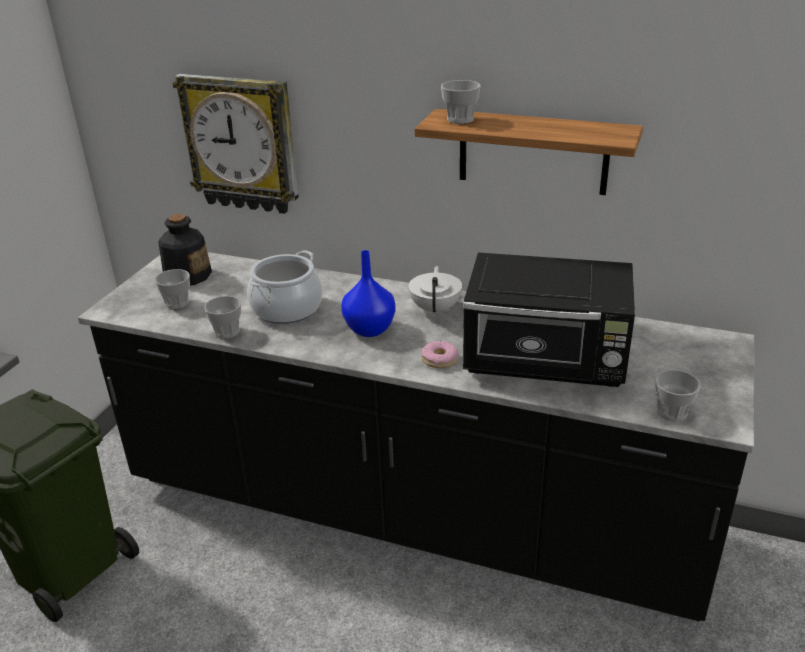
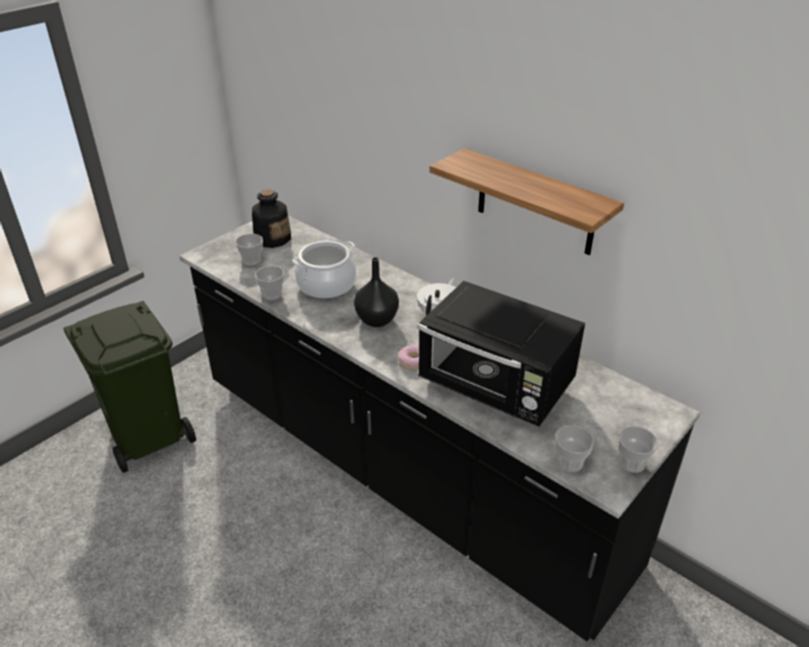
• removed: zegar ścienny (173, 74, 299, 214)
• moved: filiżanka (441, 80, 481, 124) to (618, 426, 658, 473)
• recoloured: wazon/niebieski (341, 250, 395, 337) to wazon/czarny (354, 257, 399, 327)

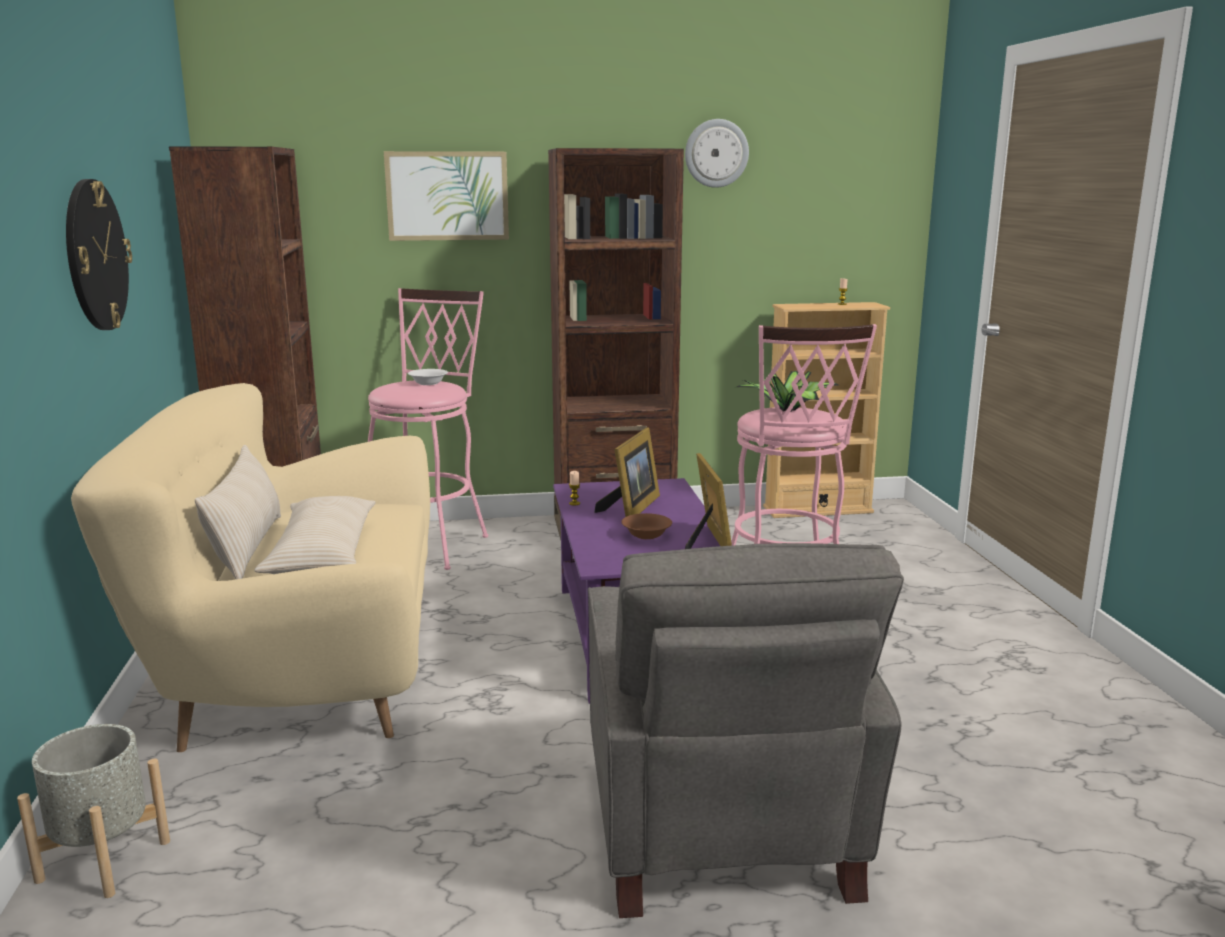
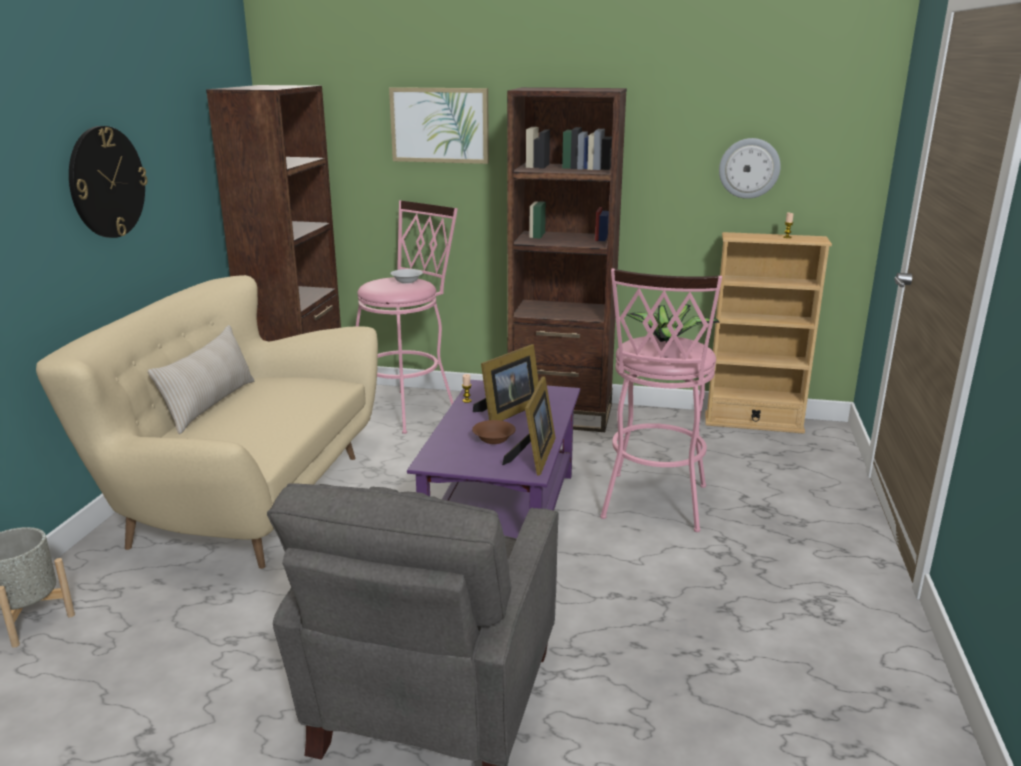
• removed: poduszka/beżowy (255, 496, 376, 574)
• moved: zegar ścienny (685, 119, 749, 188) to (719, 138, 781, 199)

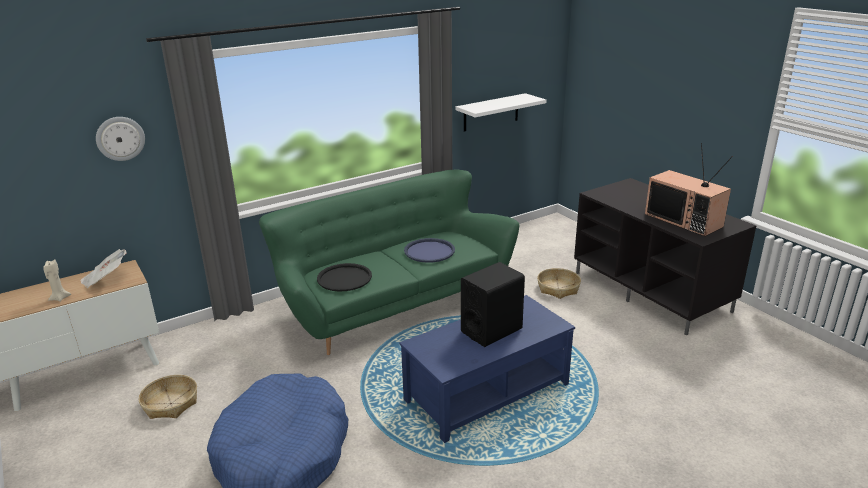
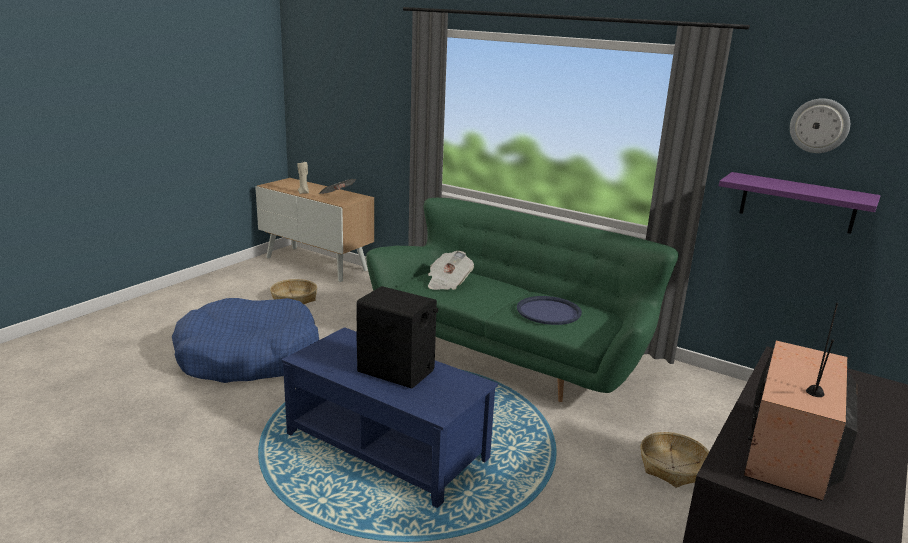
• moved: zegar ścienny (96, 117, 145, 161) to (790, 98, 850, 153)
• replaced: taca/czarny (317, 263, 372, 291) to gazeta (428, 251, 474, 290)
• recoloured: półka/biały (455, 93, 546, 132) to półka/fioletowy (719, 172, 880, 234)

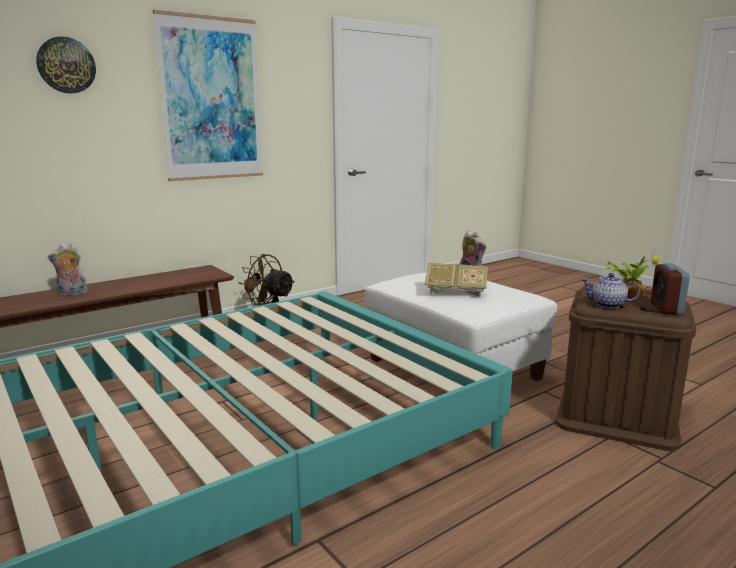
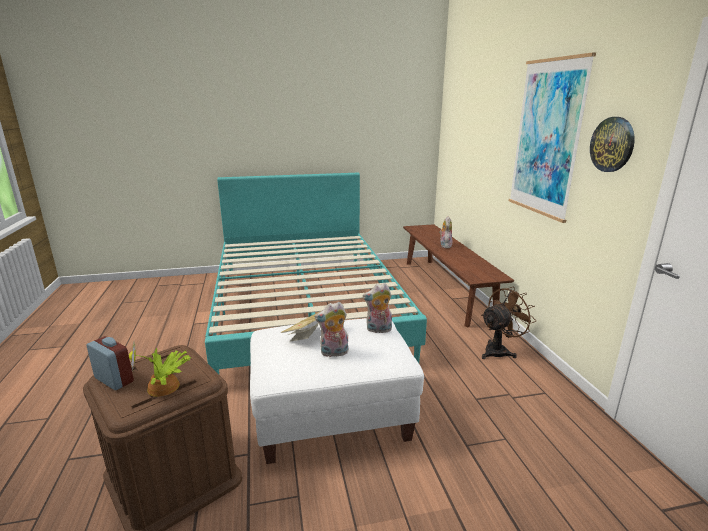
• removed: imbryk (581, 273, 640, 309)
• added: pluszak (363, 283, 392, 333)
• moved: zegar ścienny (36, 36, 96, 93) to (590, 117, 635, 172)

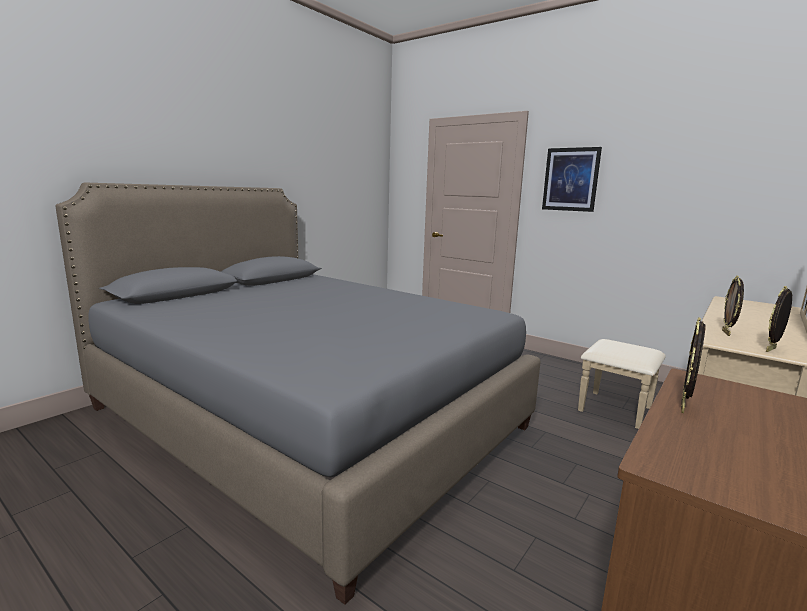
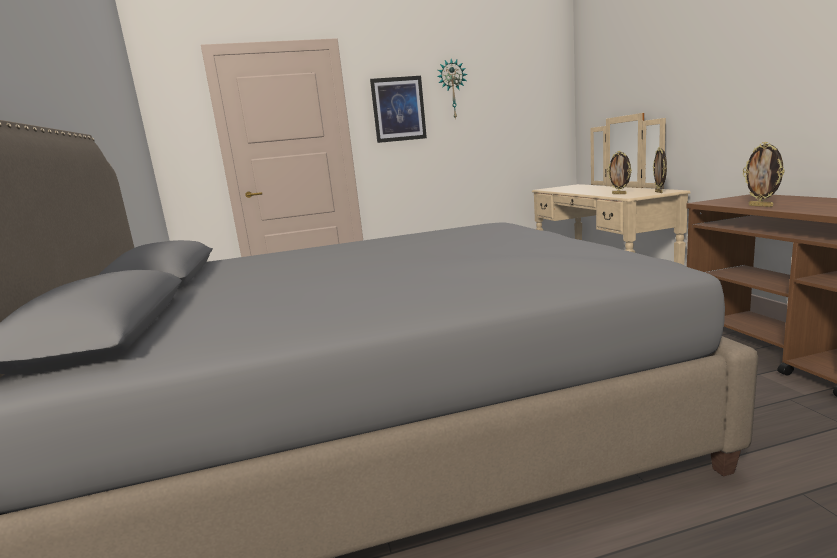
• added: zegar ścienny (437, 59, 468, 120)

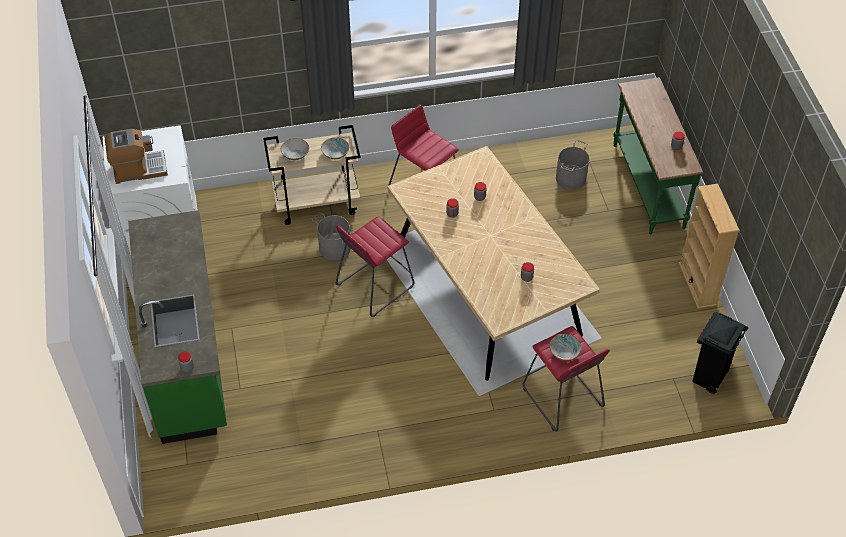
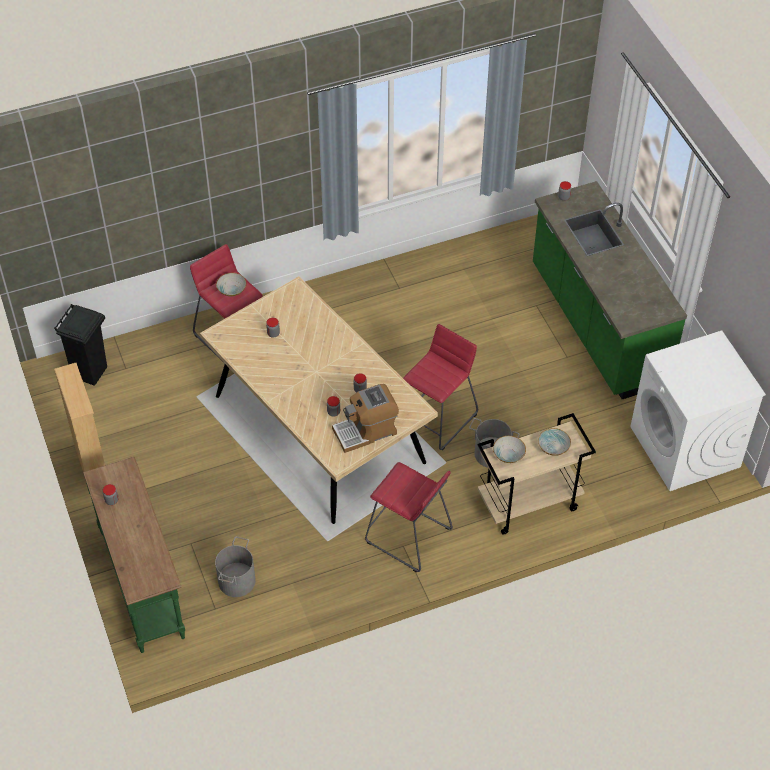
• moved: ekspres do kawy (105, 129, 168, 184) to (332, 384, 399, 453)

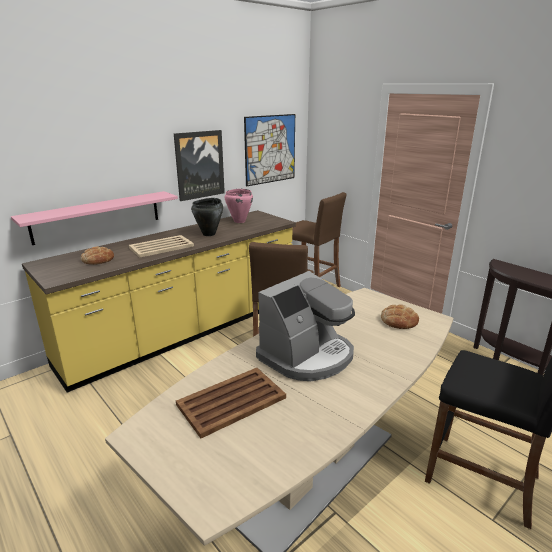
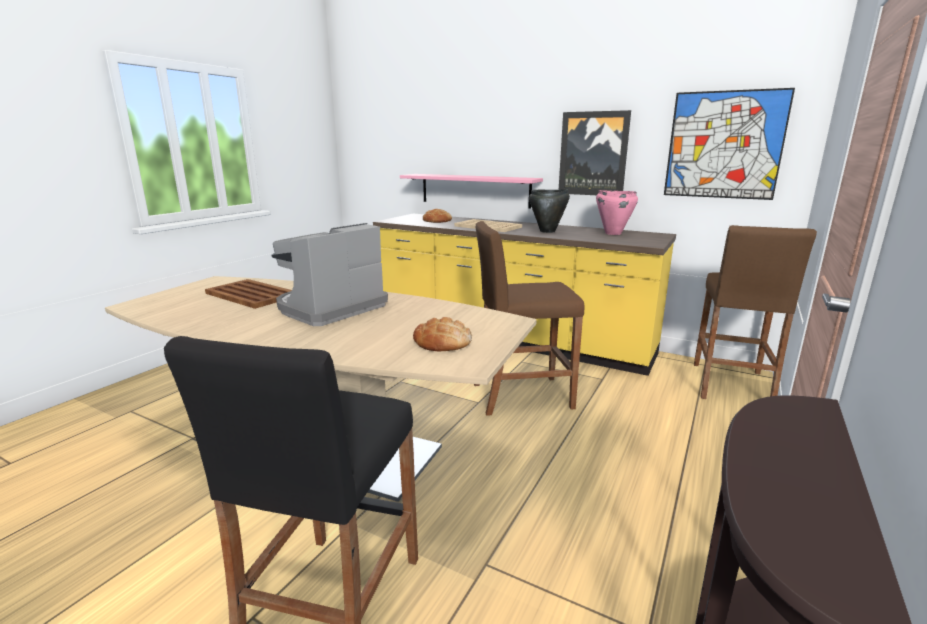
• turned: ekspres do kawy (256, 271, 355, 381) = (272, 223, 388, 326) 105 degrees clockwise

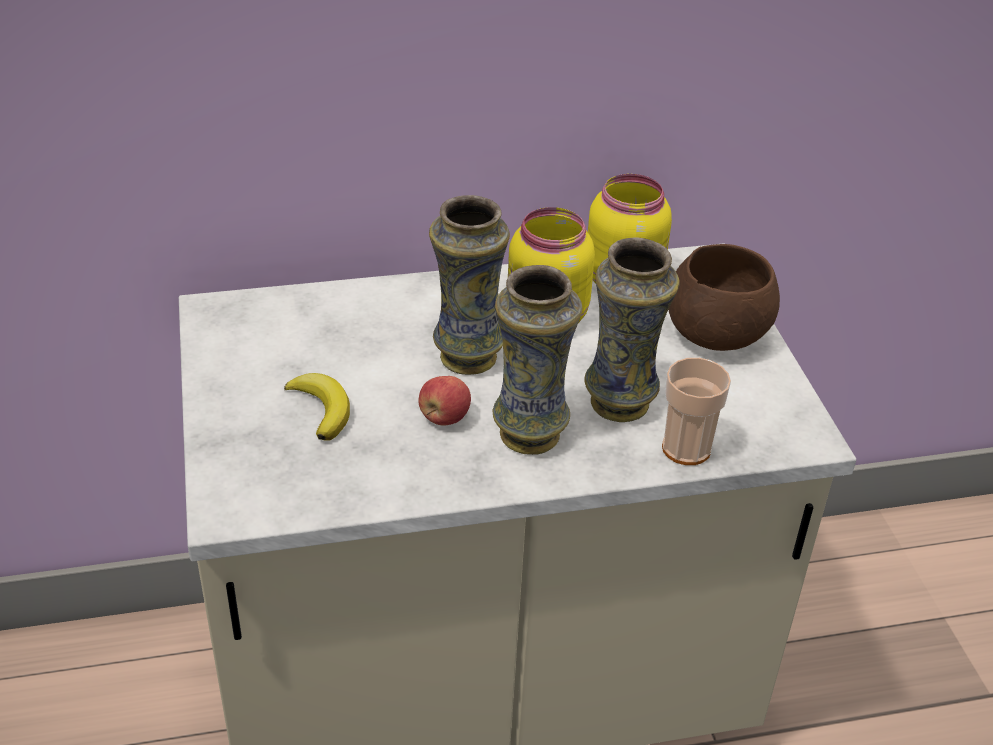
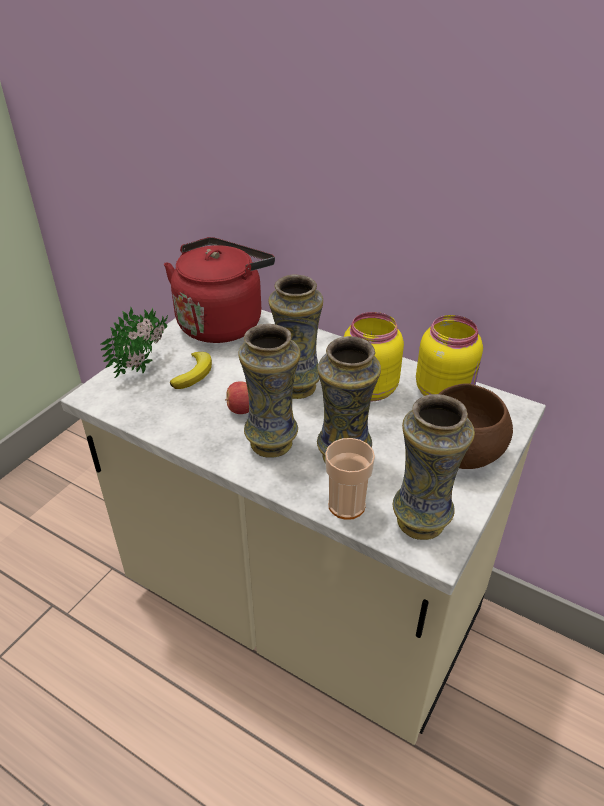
• added: roślina doniczkowa (101, 308, 168, 378)
• added: czajnik/czerwony (164, 237, 275, 343)
• added: wazon (393, 394, 475, 540)

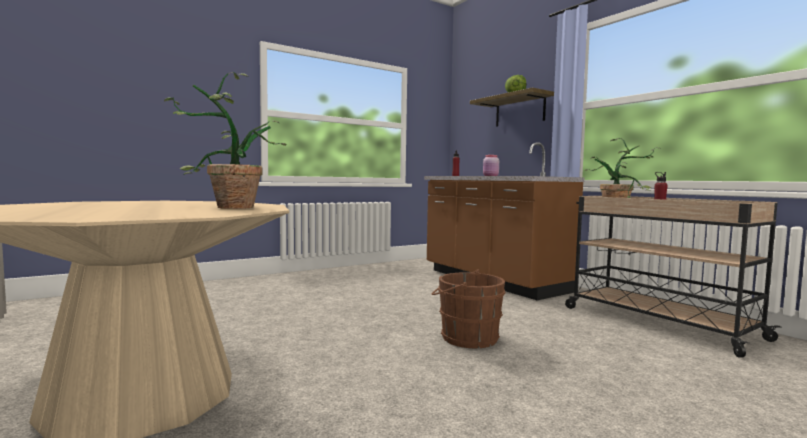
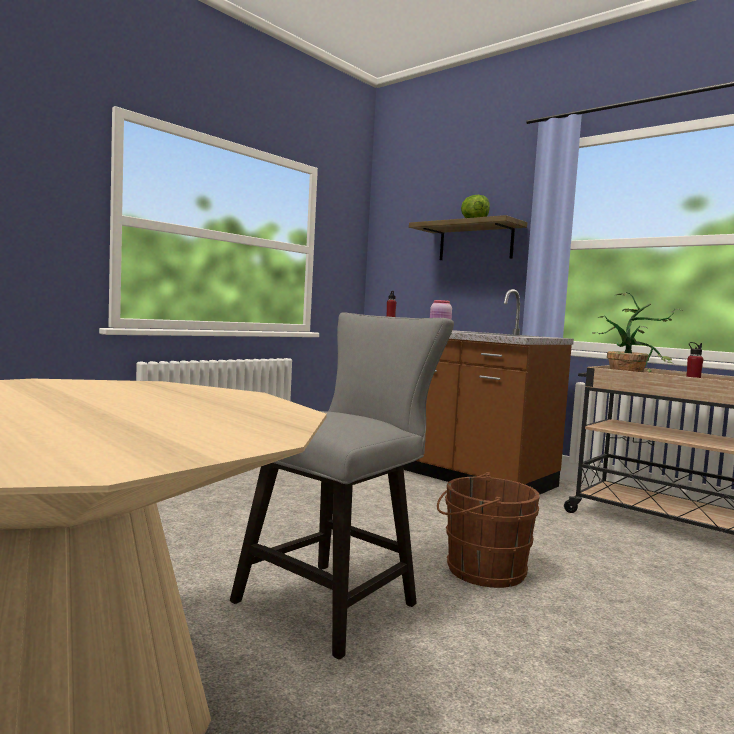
• removed: roślina doniczkowa (164, 72, 287, 209)
• added: krzesło/szary (230, 312, 454, 660)

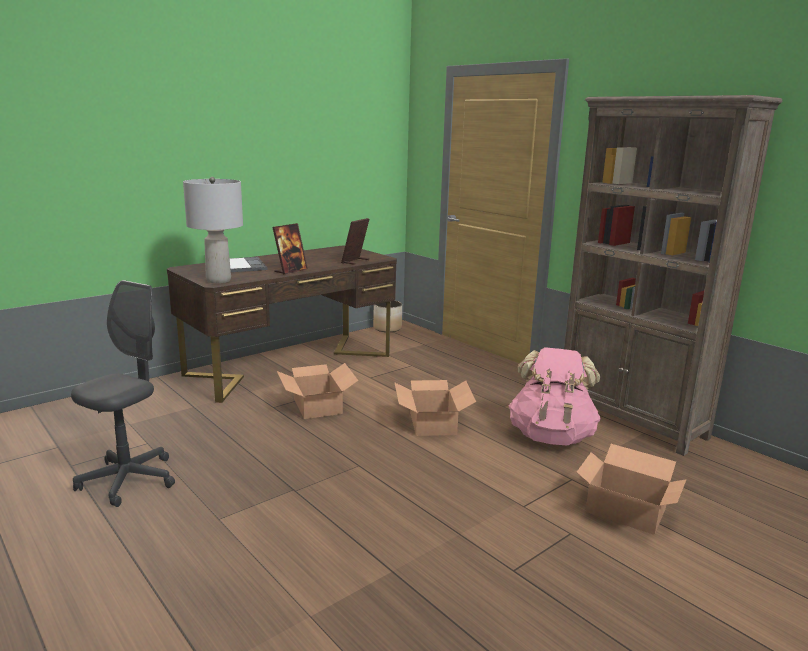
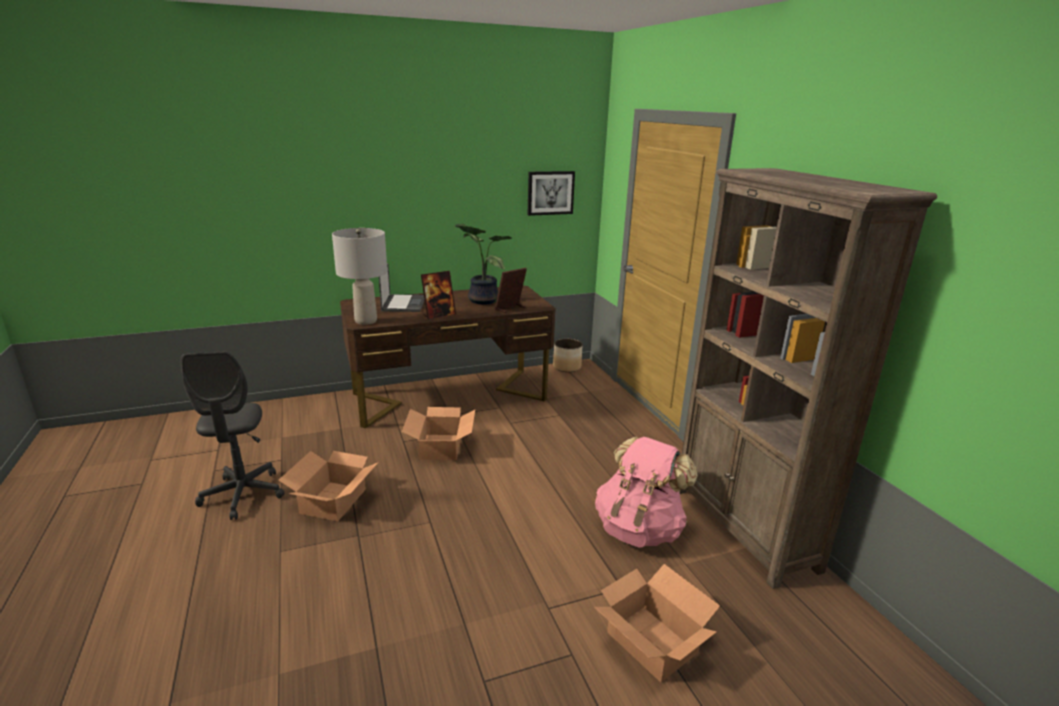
• added: roślina doniczkowa (455, 224, 513, 305)
• added: obraz (527, 171, 575, 216)
• moved: karton (394, 380, 476, 436) to (279, 451, 379, 521)
• turned: krzesło biurowe/szary (71, 280, 175, 507) = (180, 352, 284, 520) 120 degrees clockwise

